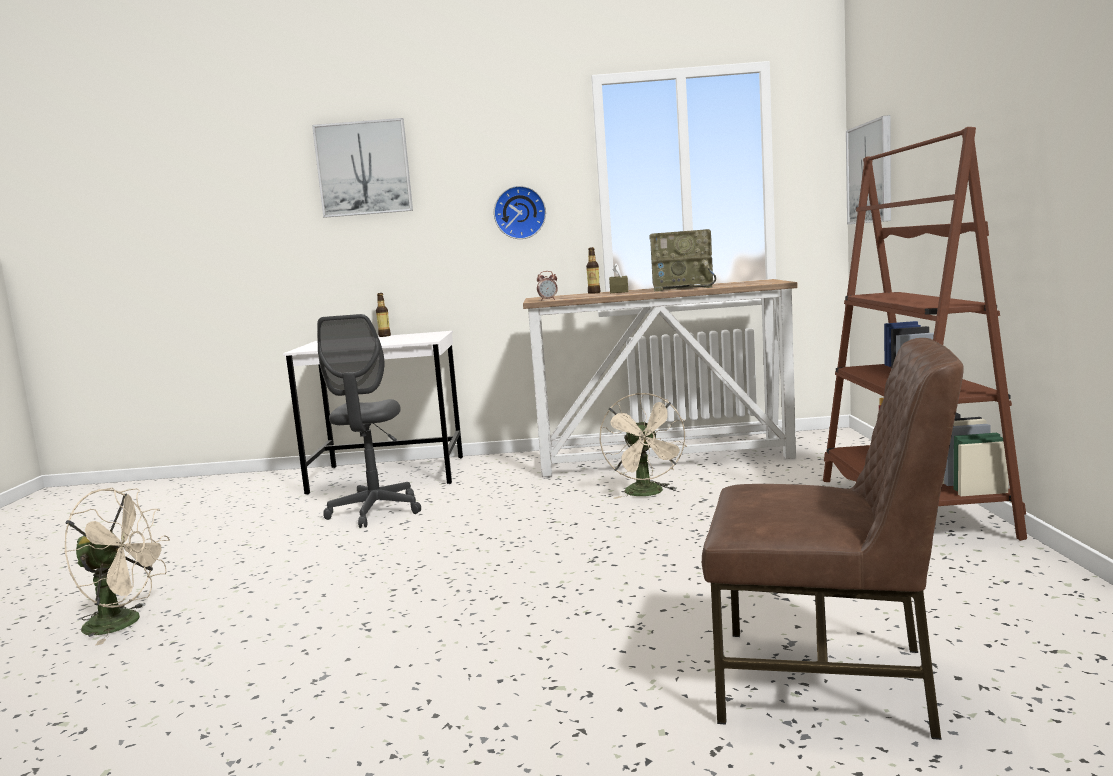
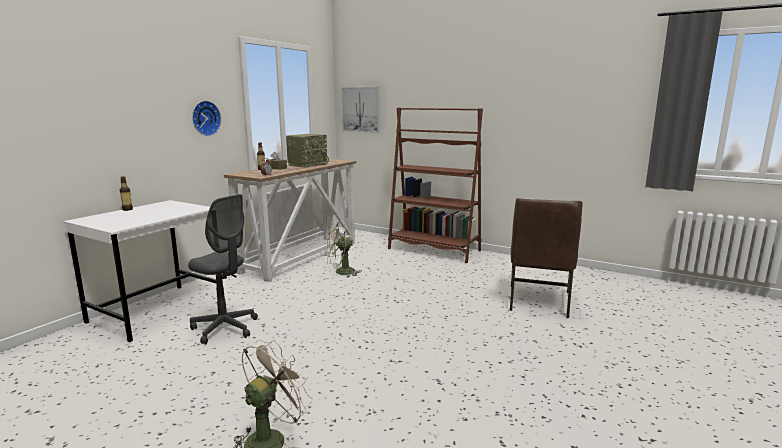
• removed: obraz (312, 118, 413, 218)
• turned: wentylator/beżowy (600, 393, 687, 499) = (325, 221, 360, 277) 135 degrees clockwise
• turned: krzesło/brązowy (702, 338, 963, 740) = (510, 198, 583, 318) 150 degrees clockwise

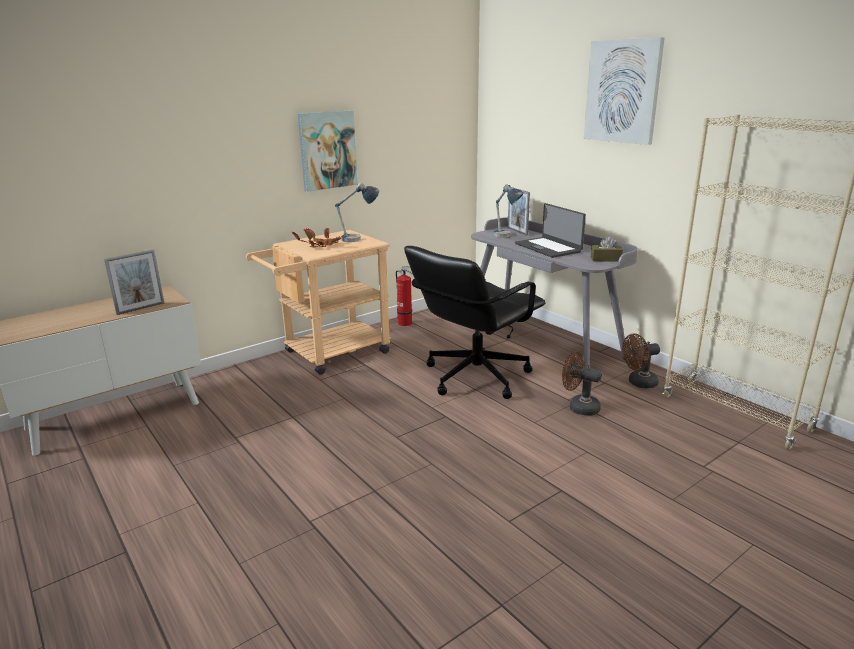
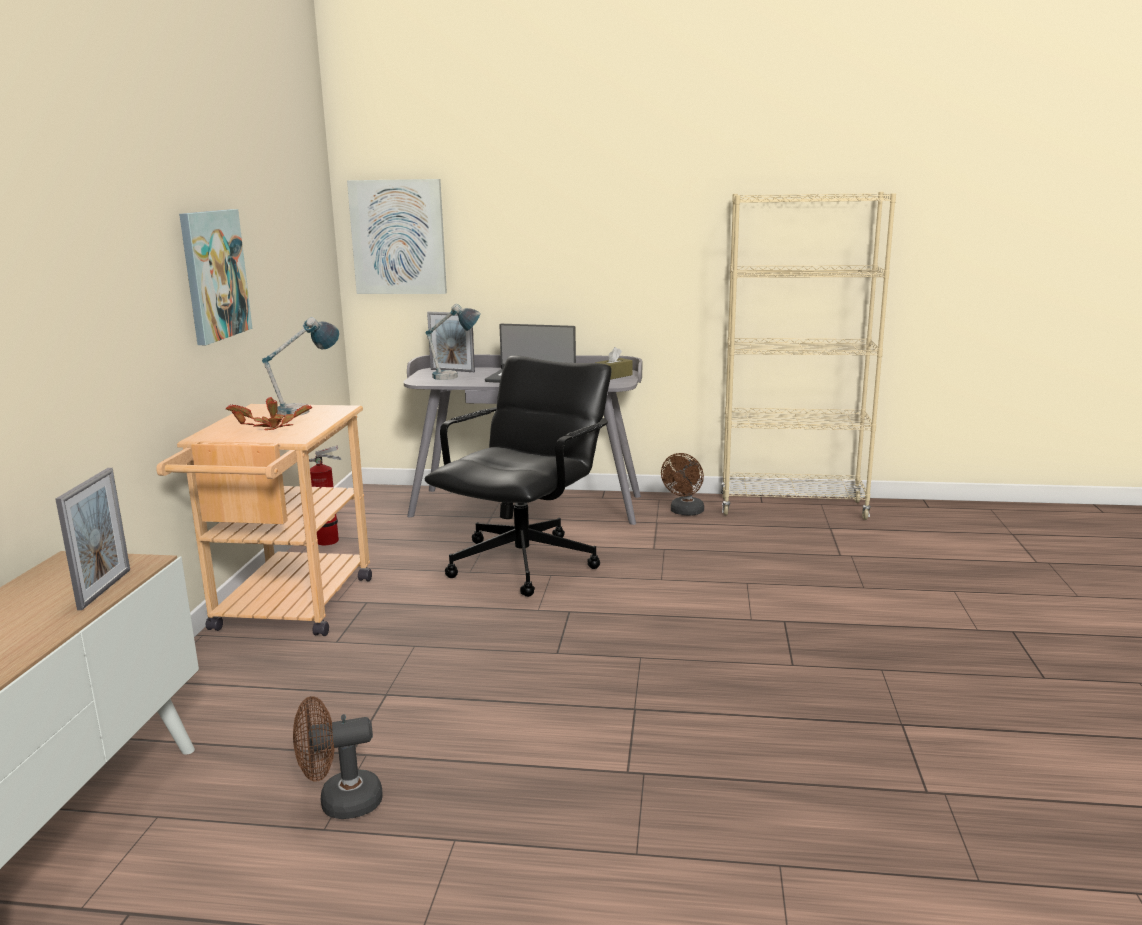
• moved: wentylator/brązowy (562, 351, 602, 416) to (293, 696, 383, 819)
• moved: obraz (584, 37, 665, 145) to (347, 179, 447, 294)
• turned: krzesło biurowe/czarny (404, 246, 546, 399) = (425, 355, 612, 597) 150 degrees counterclockwise

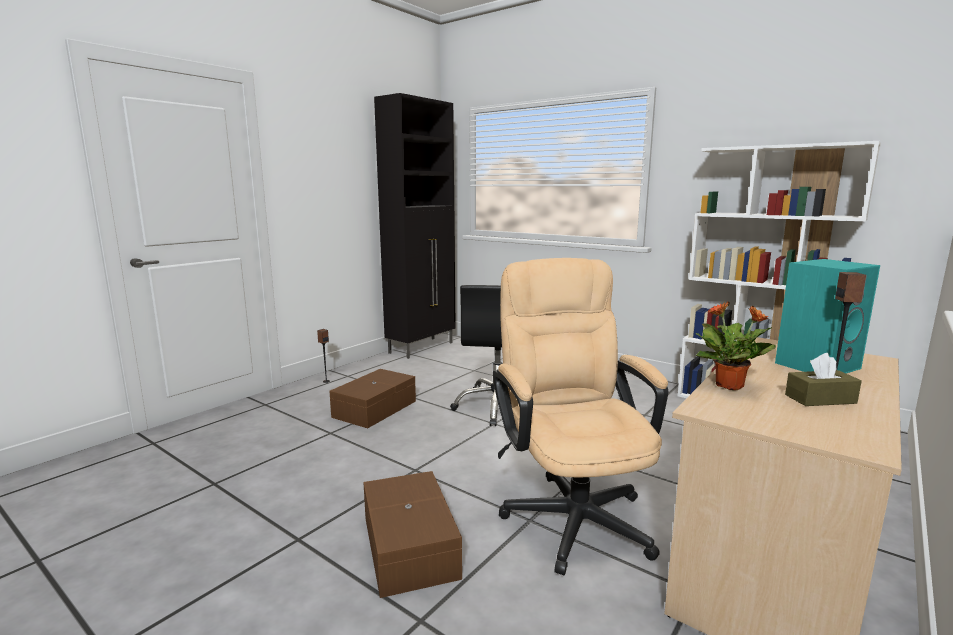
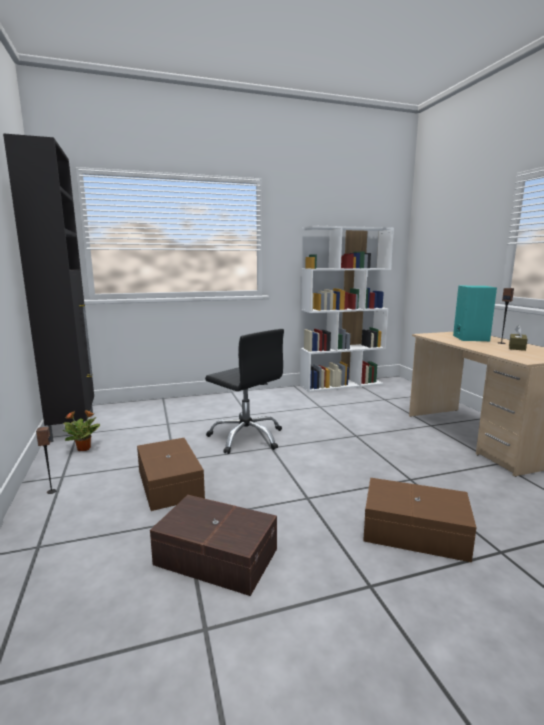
• removed: krzesło biurowe/beżowy (493, 258, 668, 576)
• added: pojemnik do przechowywania/brązowy (150, 495, 277, 596)
• moved: roślina doniczkowa (695, 301, 776, 390) to (62, 410, 100, 451)

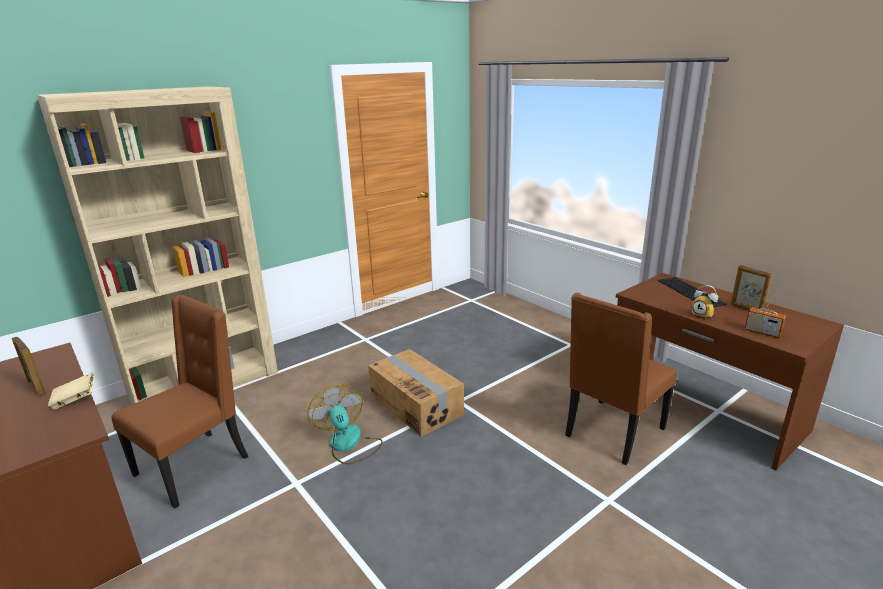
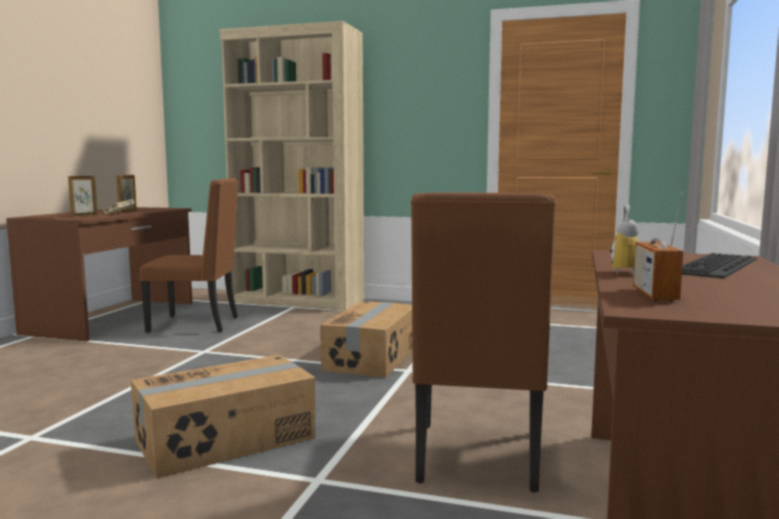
• removed: wentylator (307, 384, 383, 464)
• added: karton (131, 355, 315, 478)
• moved: ramka na zdjęcie (731, 265, 772, 310) to (68, 176, 98, 218)
• turned: krzesło/brązowy (565, 293, 677, 465) = (411, 192, 556, 493) 90 degrees counterclockwise

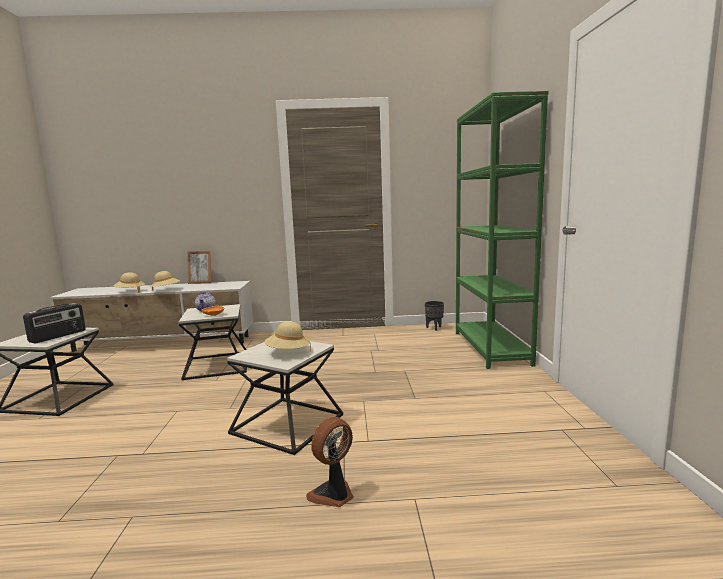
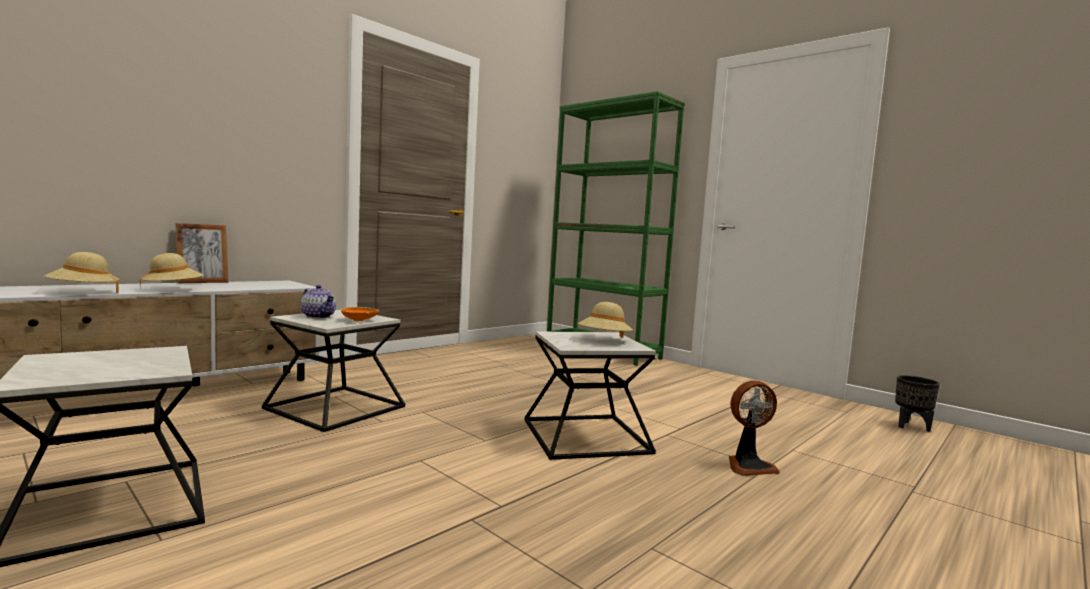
• removed: radio (23, 303, 86, 343)
• moved: donica/czarny (425, 301, 444, 331) to (895, 375, 940, 432)
• turned: wentylator (306, 417, 354, 507) = (729, 381, 780, 476) 105 degrees counterclockwise

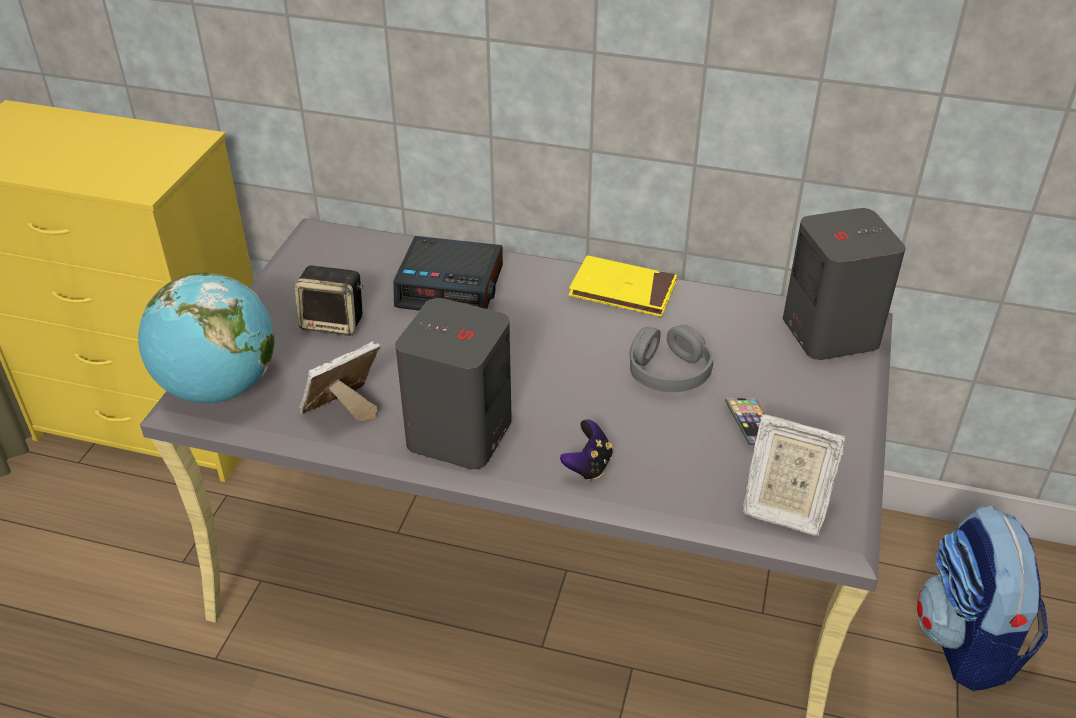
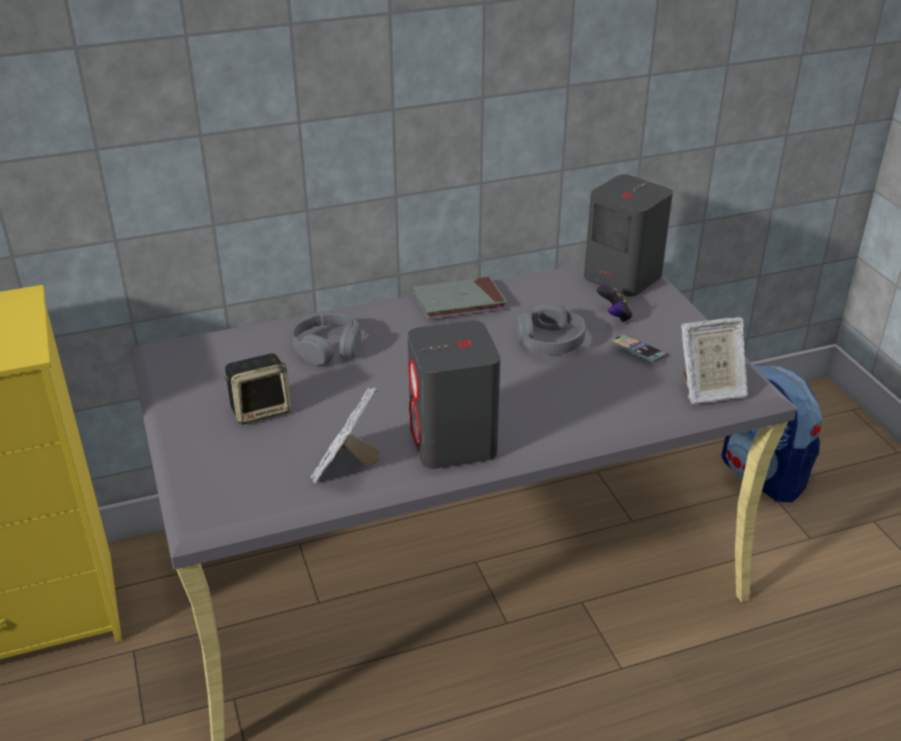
• removed: globus (138, 272, 274, 403)
• moved: pad do gier (560, 419, 613, 481) to (597, 285, 632, 323)
• replaced: budzik (393, 236, 503, 311) to słuchawki/szary (291, 312, 361, 365)
• recoloured: książka/żółty (569, 255, 677, 317) to książka/szary (413, 277, 507, 319)

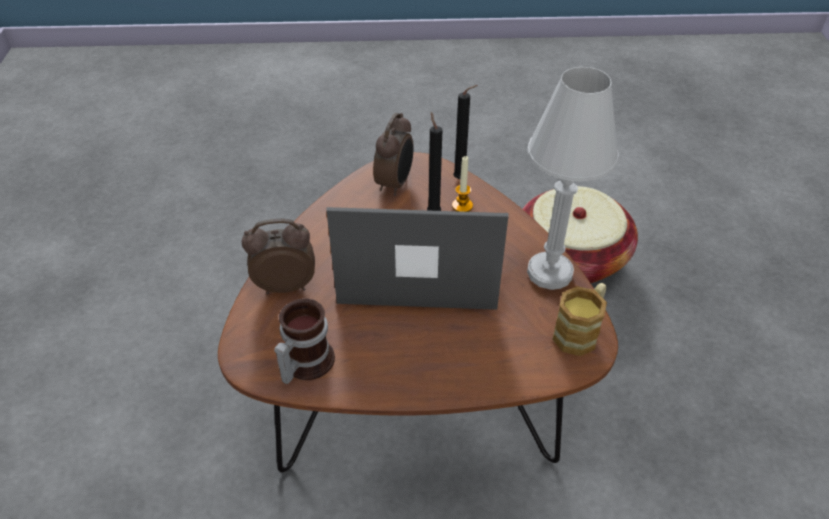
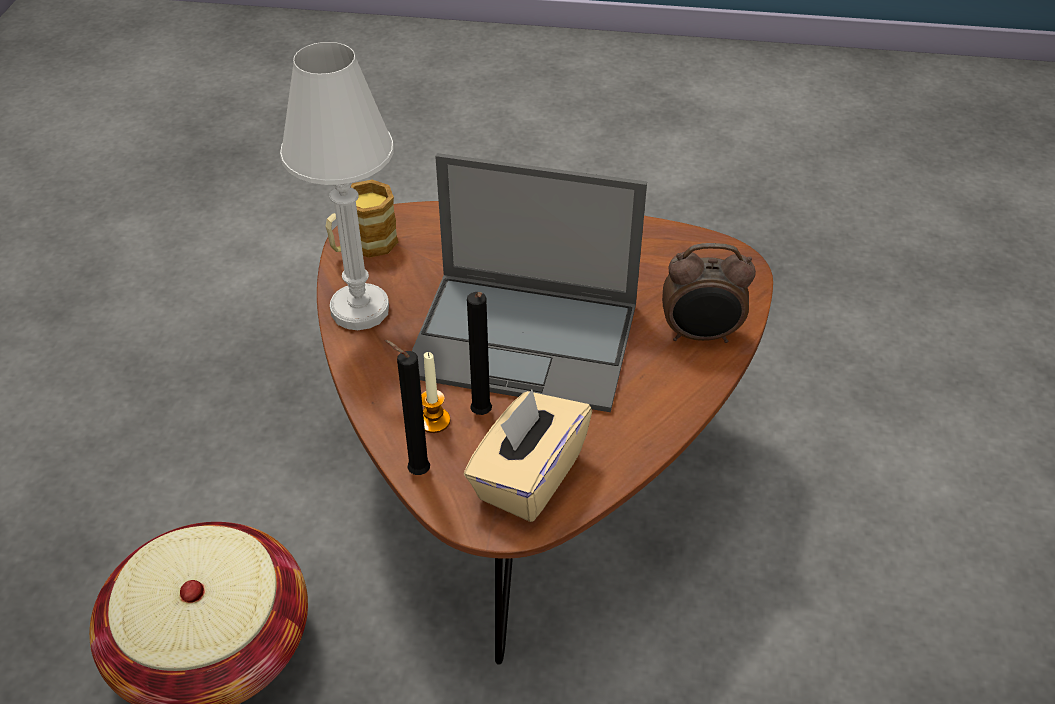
• removed: kubek (274, 298, 335, 384)
• replaced: budzik (373, 113, 414, 196) to pudełko chusteczek/beżowy (464, 390, 592, 522)

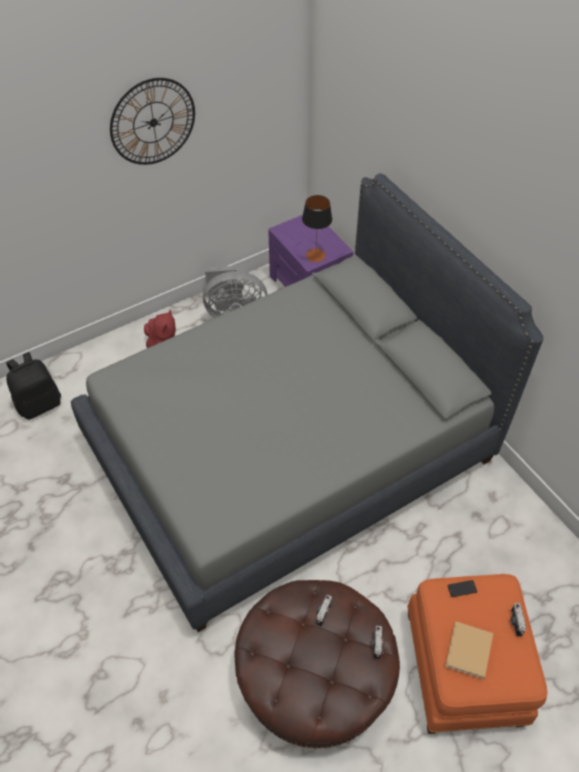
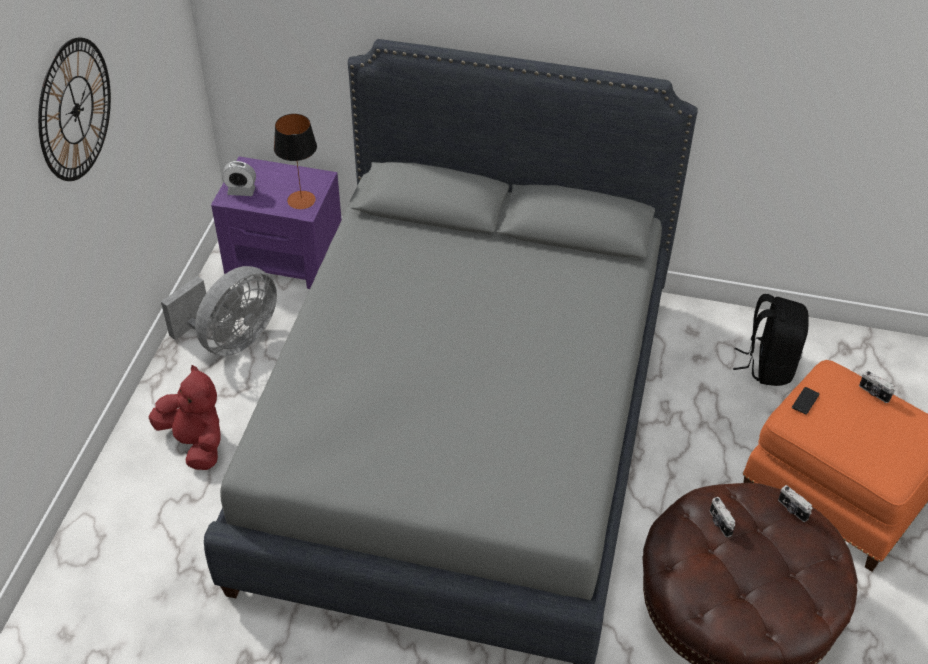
• removed: książka/beżowy (445, 622, 493, 679)
• added: budzik (222, 161, 256, 196)
• moved: plecak/czarny (6, 352, 61, 420) to (733, 294, 808, 386)

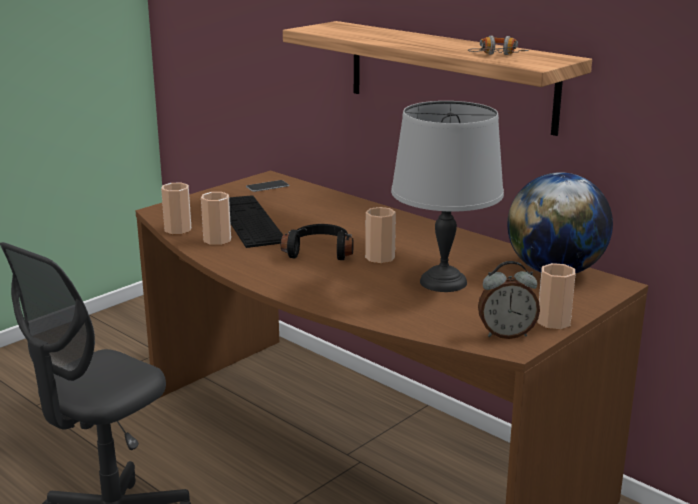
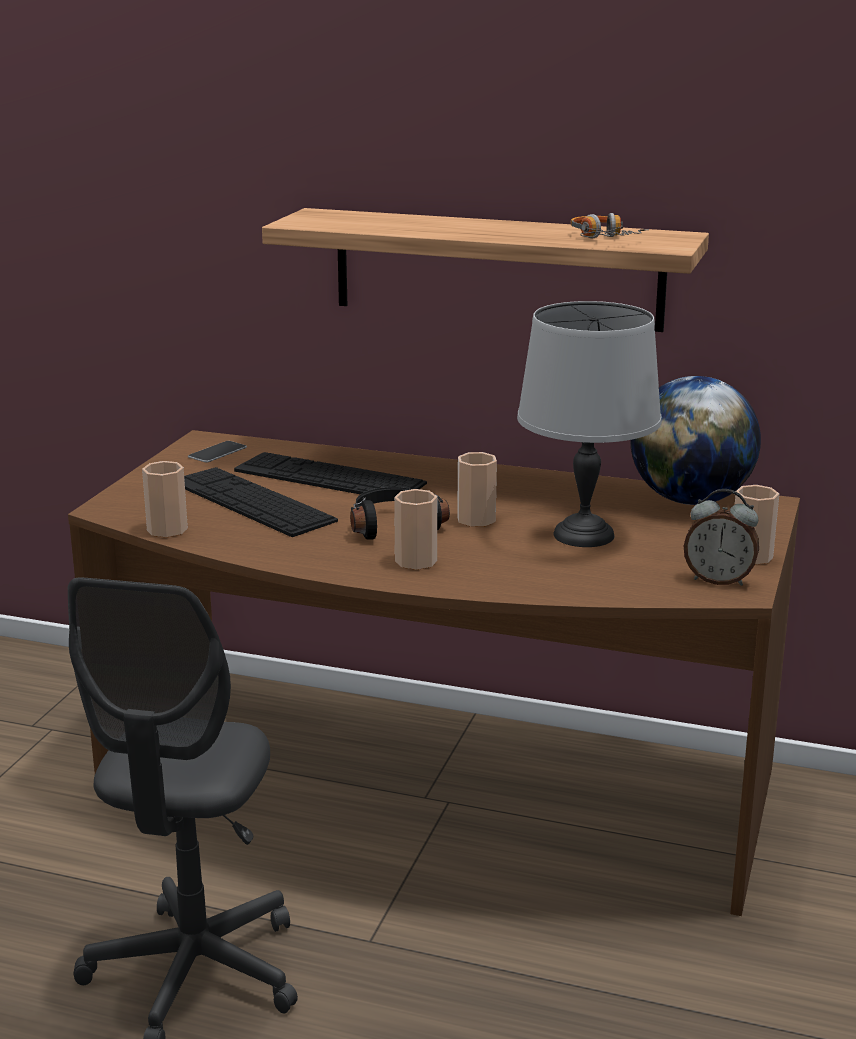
• added: klawiatura (234, 452, 427, 494)
• moved: filiżanka (201, 192, 231, 245) to (394, 489, 437, 570)
• turned: budzik (478, 261, 540, 339) = (684, 489, 759, 586) 45 degrees clockwise

